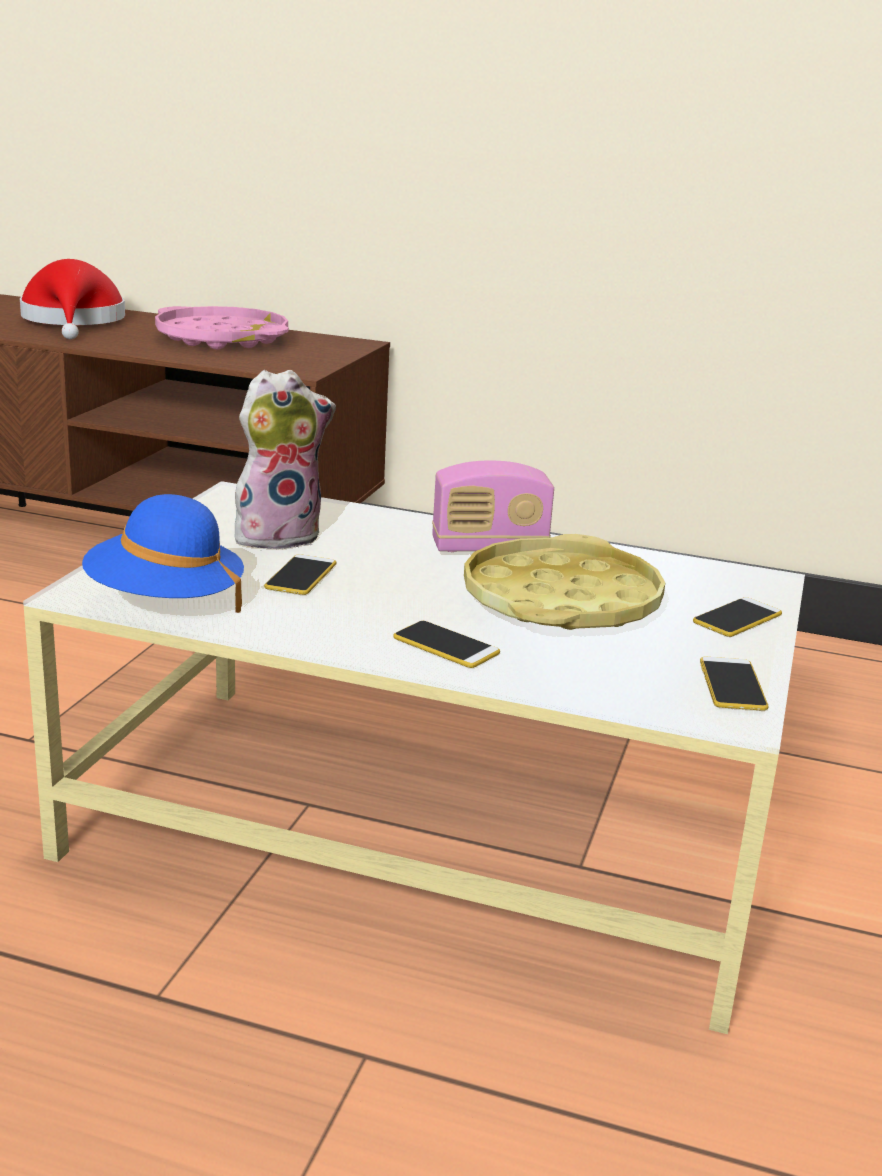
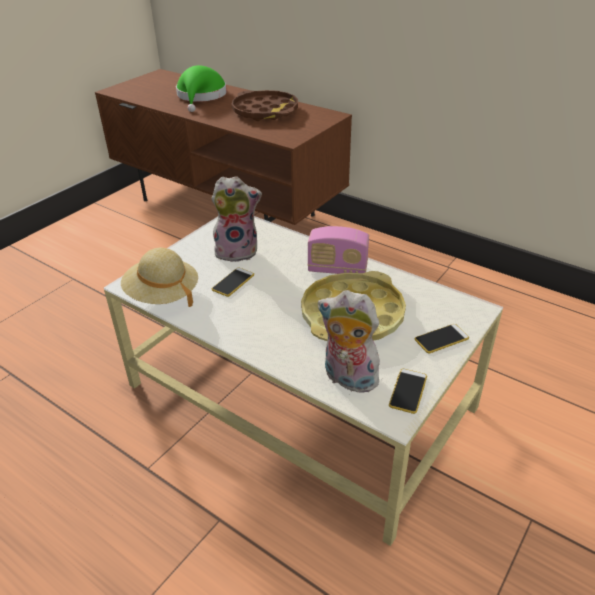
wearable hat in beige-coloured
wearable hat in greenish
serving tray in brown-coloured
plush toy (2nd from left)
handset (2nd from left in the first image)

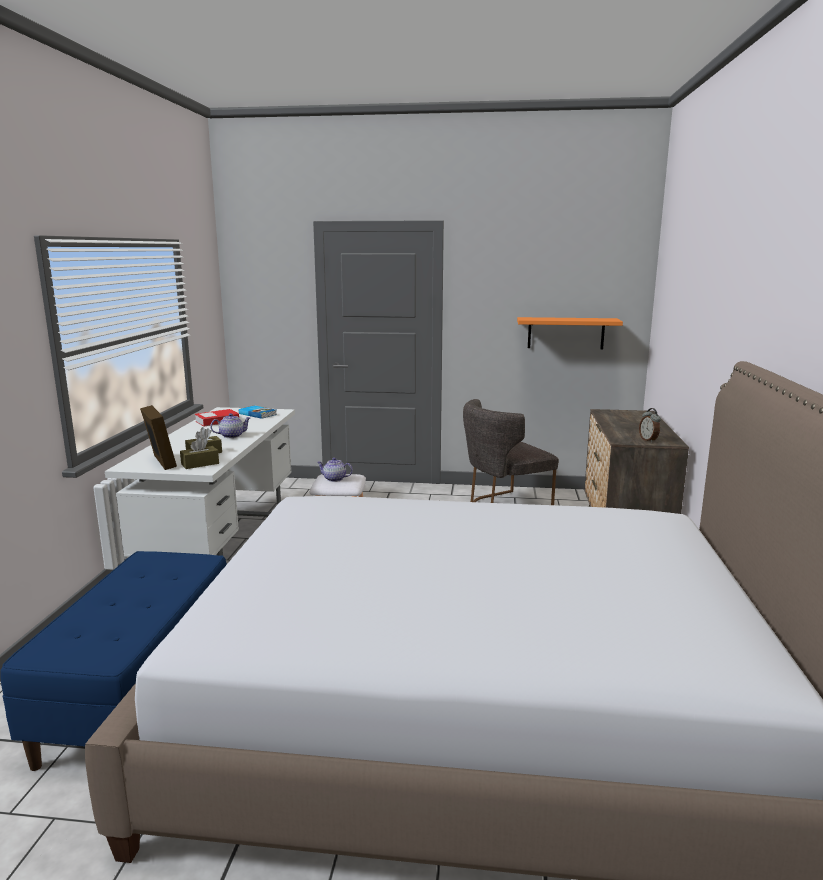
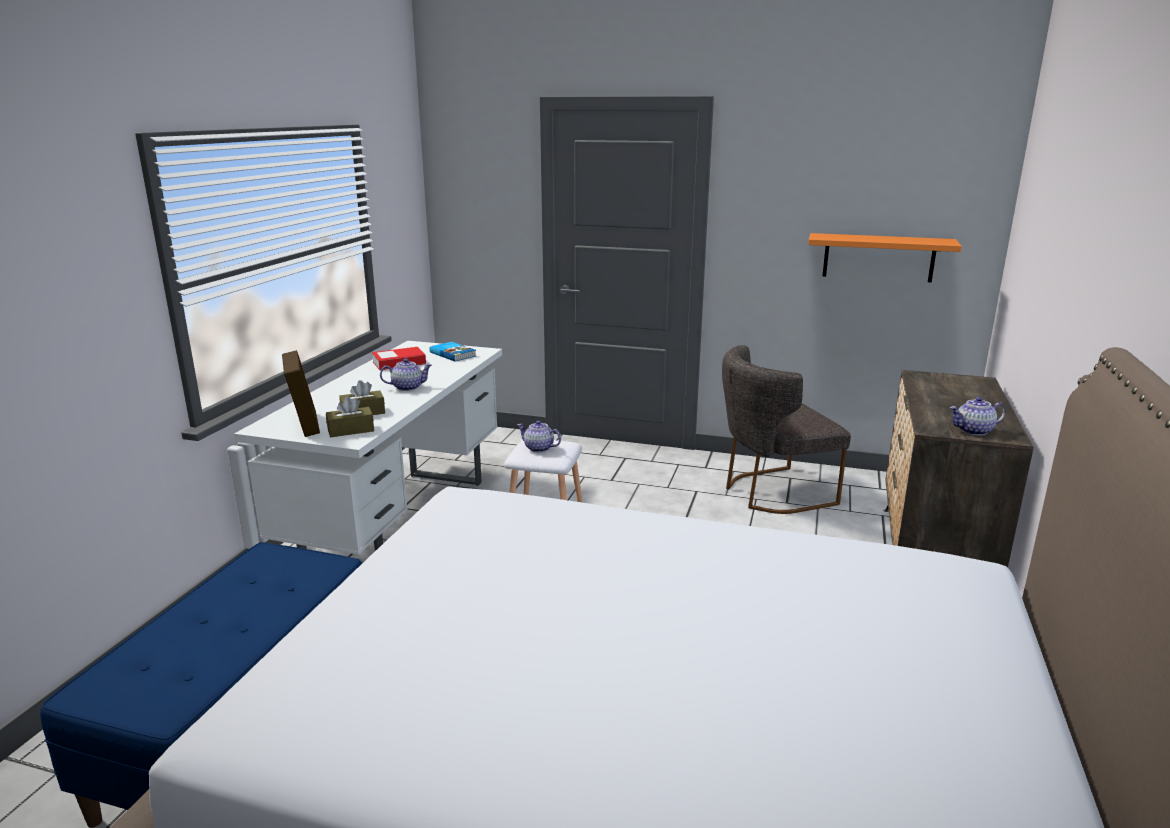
tea pot (3rd from left)

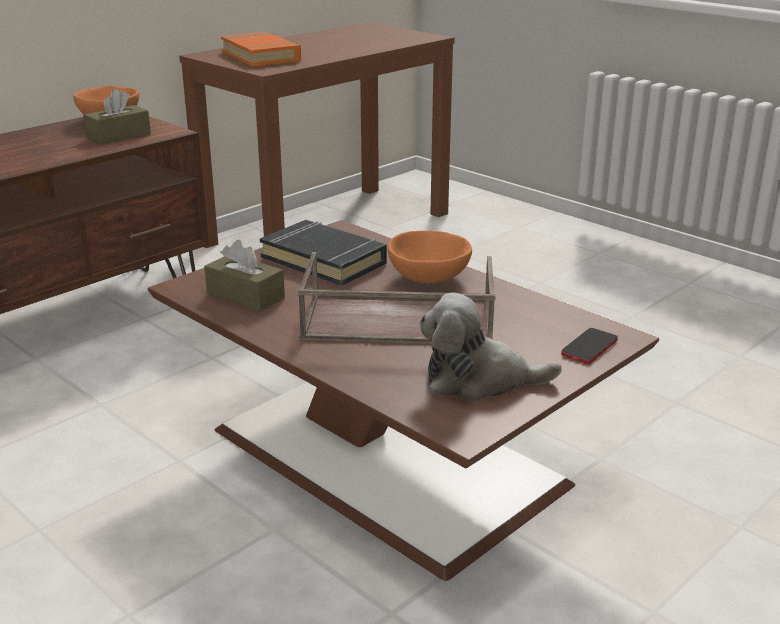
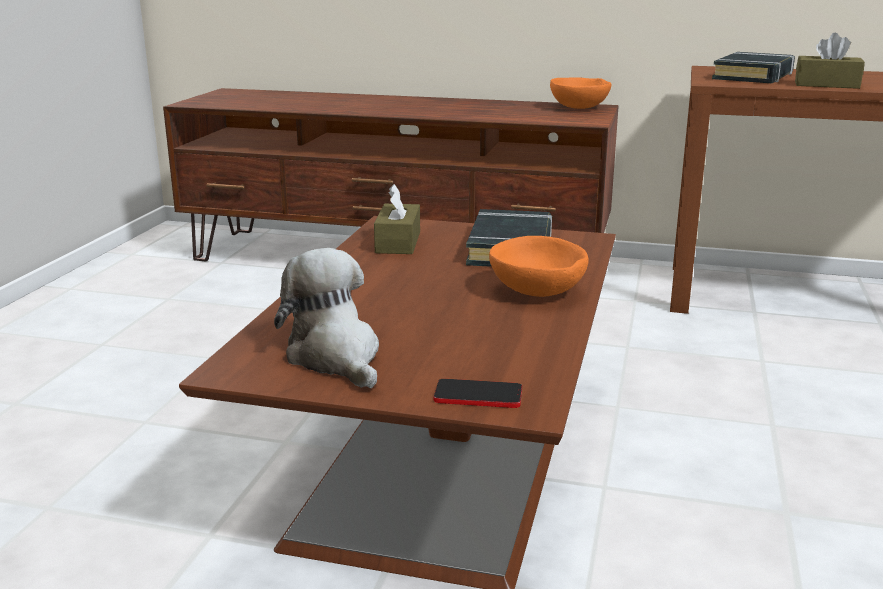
book in black (2nd from left)
tissue box in brown-coloured (2nd from left)
serving tray in brown-coloured

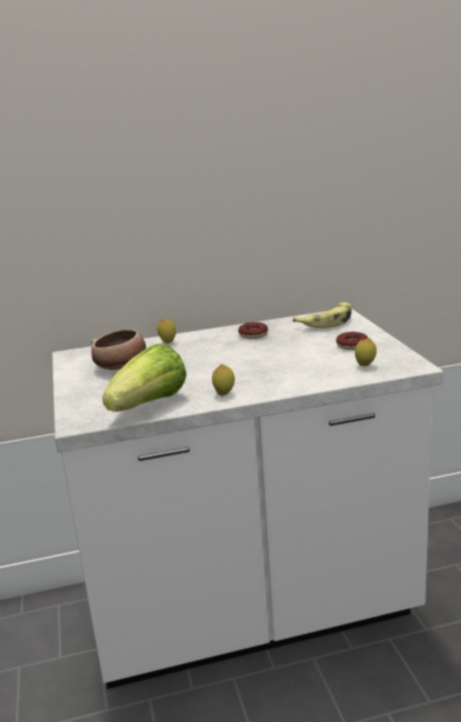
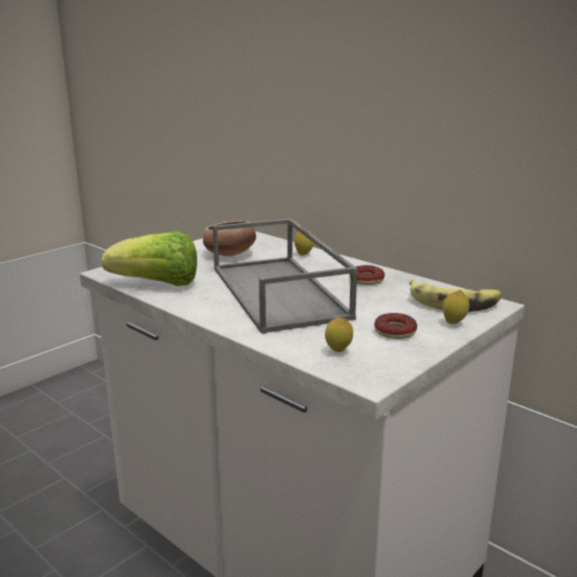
serving tray in gray
lemon (3rd from left)

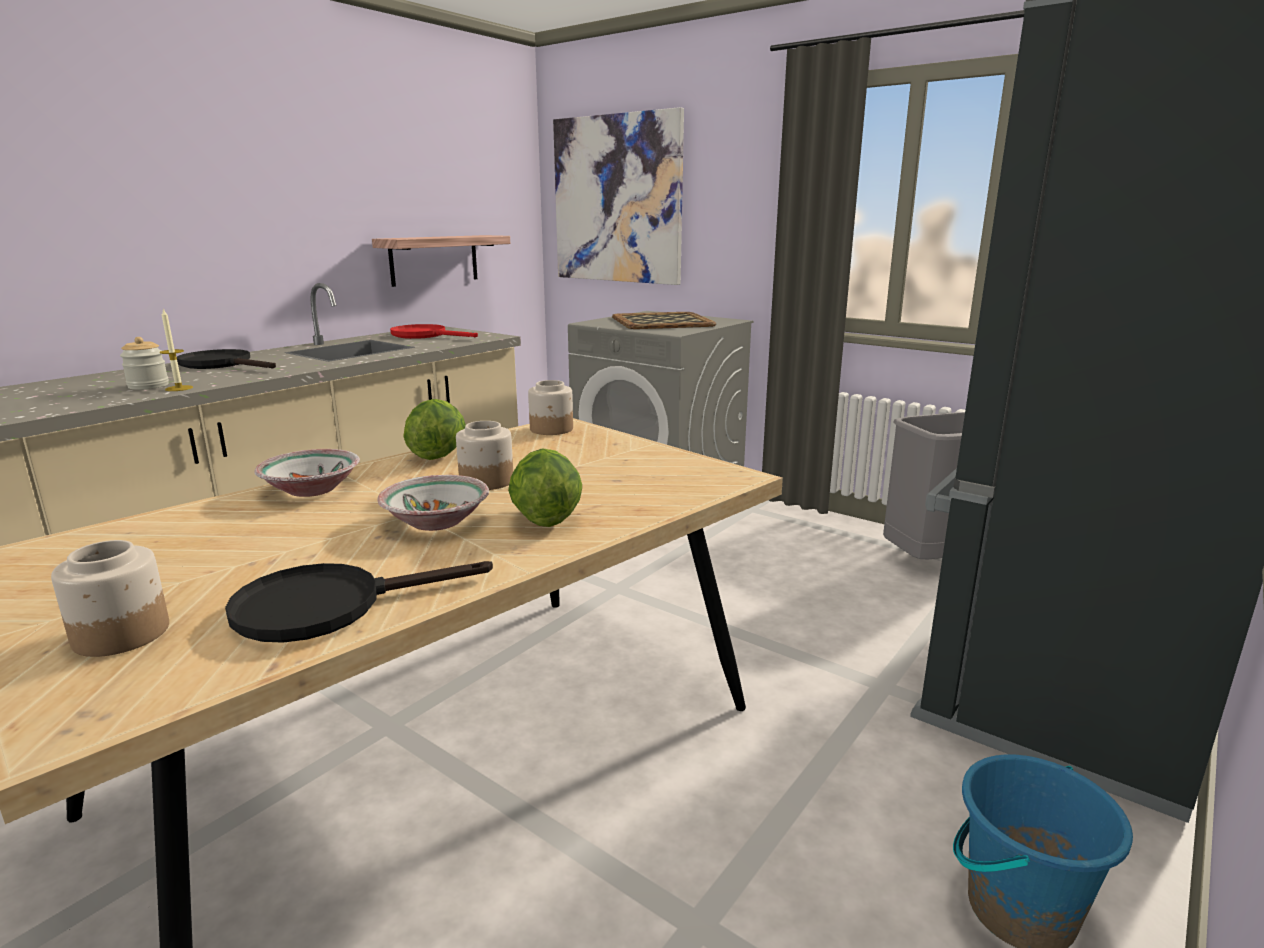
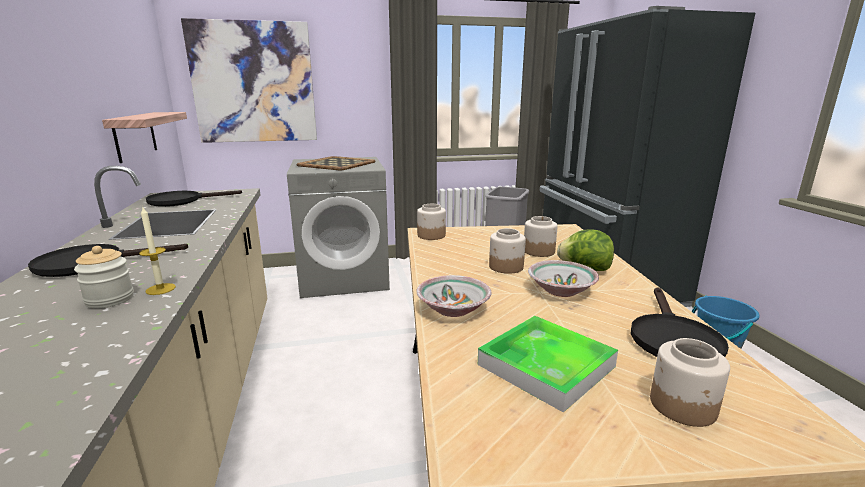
skillet in black (2nd from left)
serving tray (2nd from left)
storage jar (4th from left)
lettuce head (1st from left in the first image)

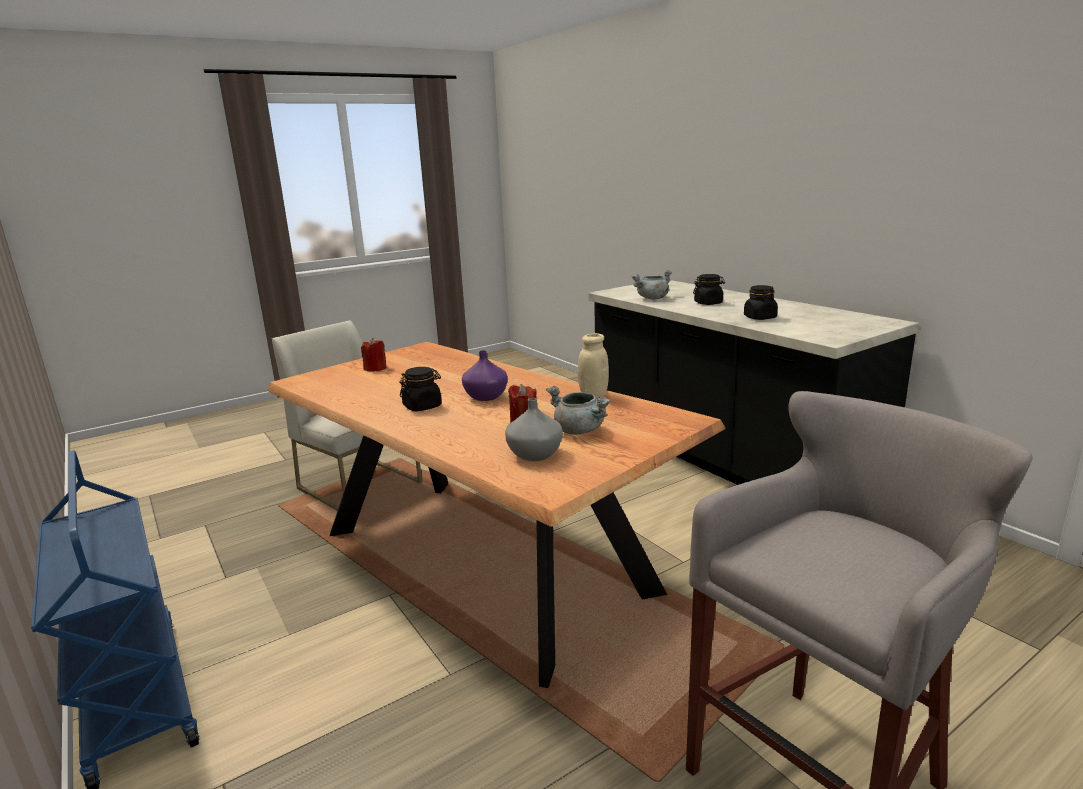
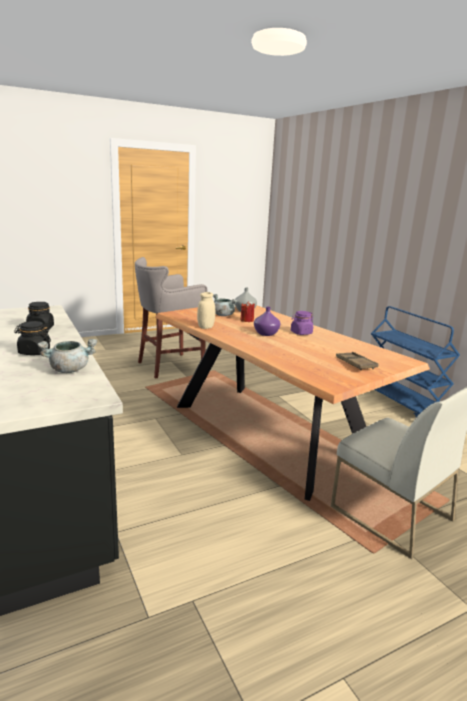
storage jar in purple
serving tray in brown-coloured

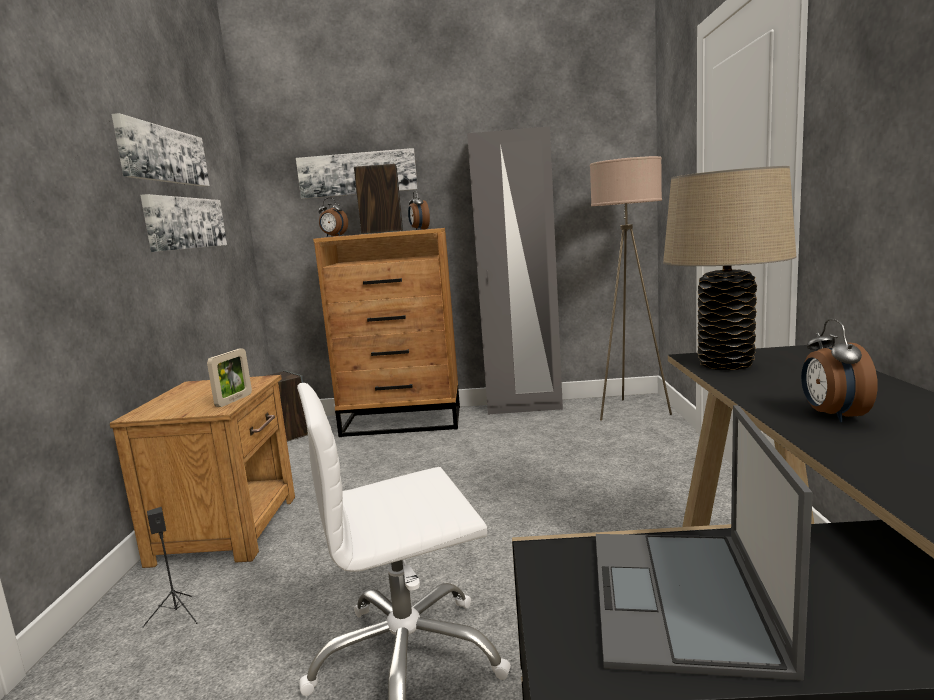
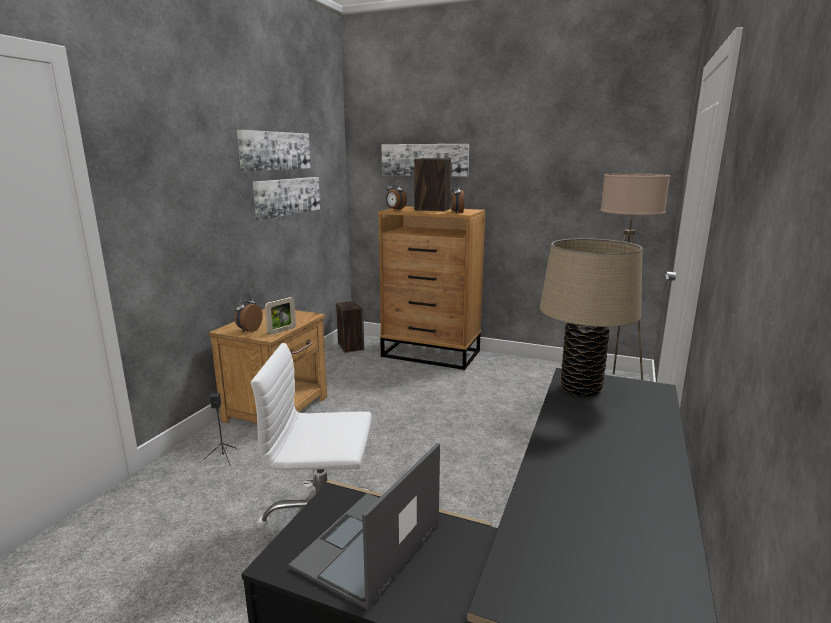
bedside clock (1st from left)
clothes cupboard in gray

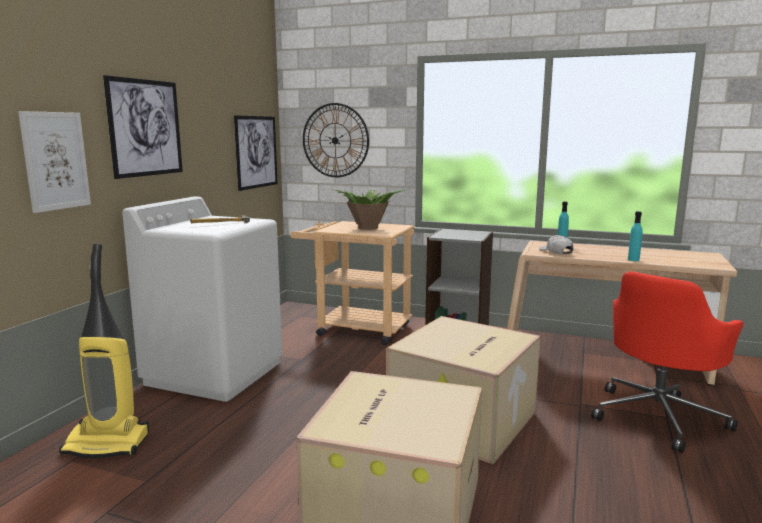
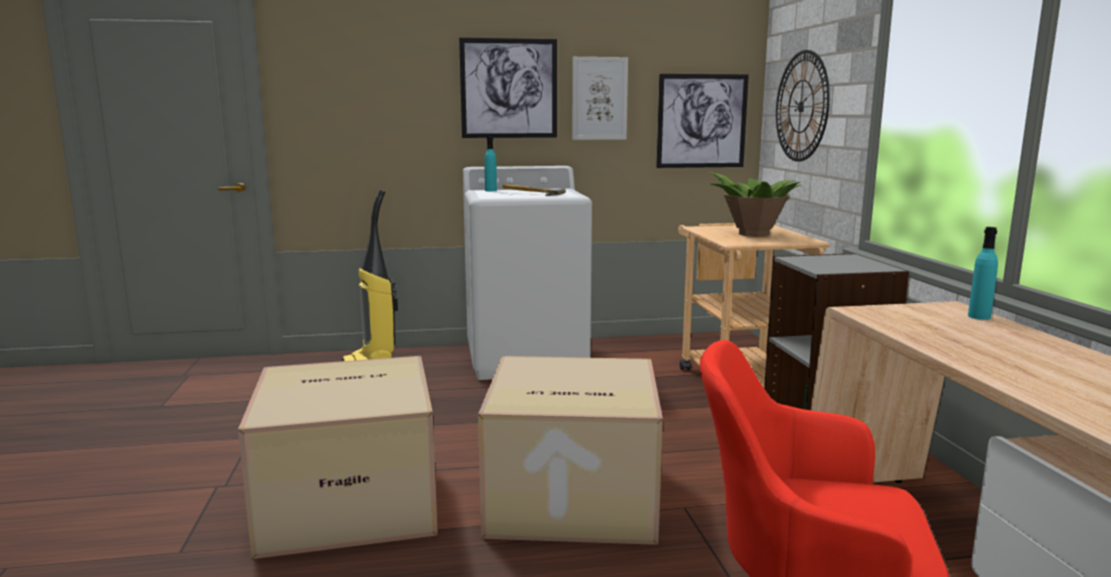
drink bottle in turquoise-coloured (1st from left)
wall art (2nd from left)
peaked cap in whitish

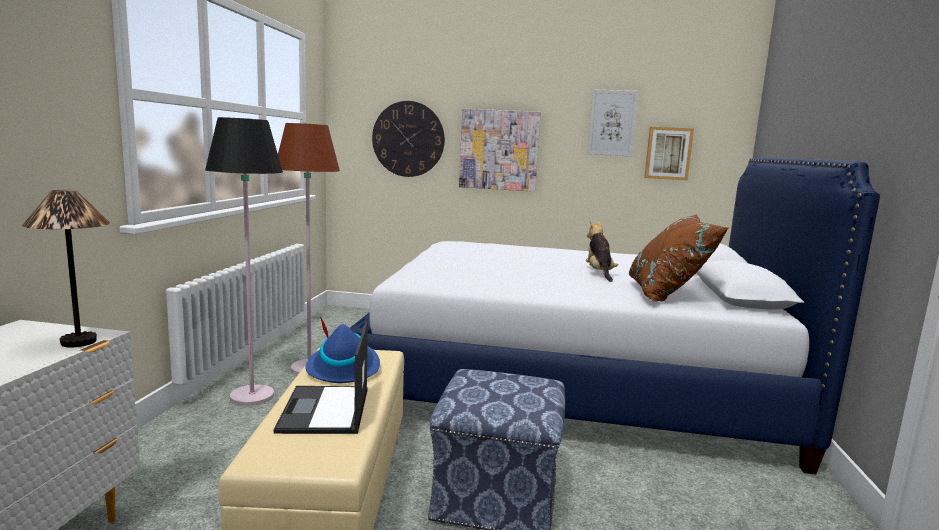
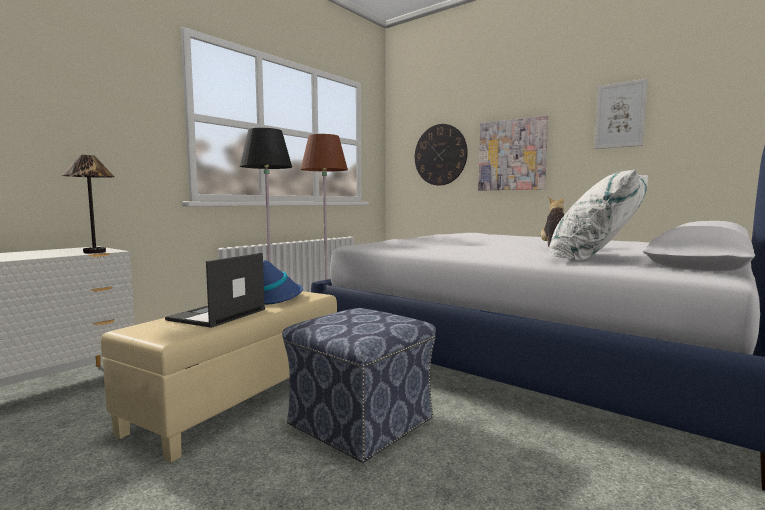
throw pillow in whitish
wall art (3rd from left in the first image)

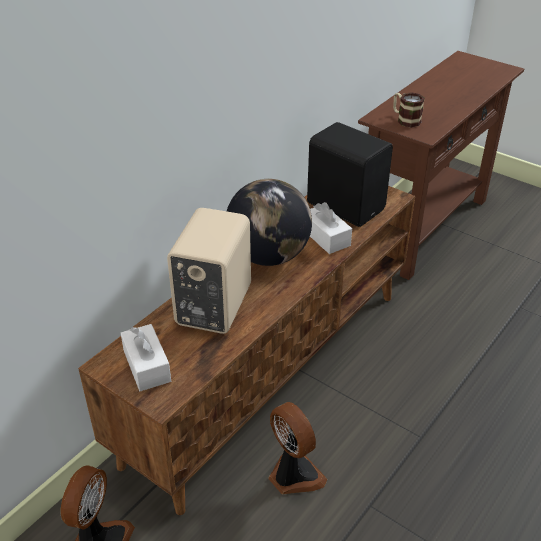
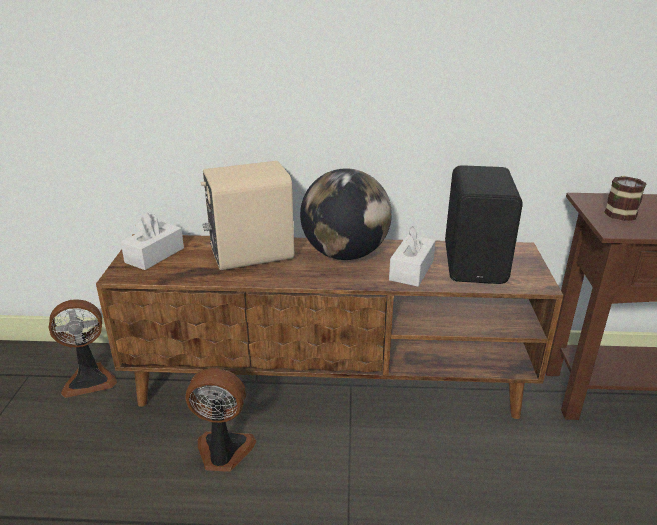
cooling fan (2nd from left)

